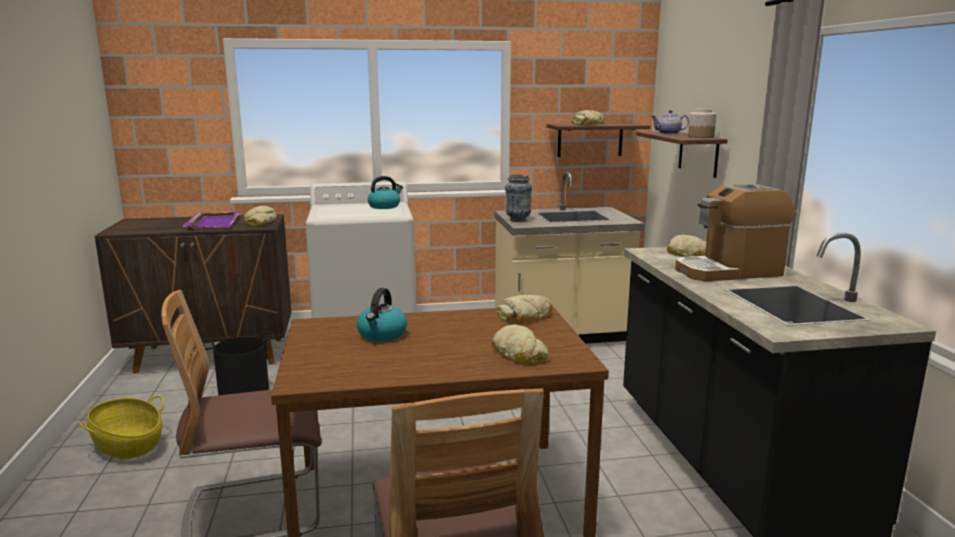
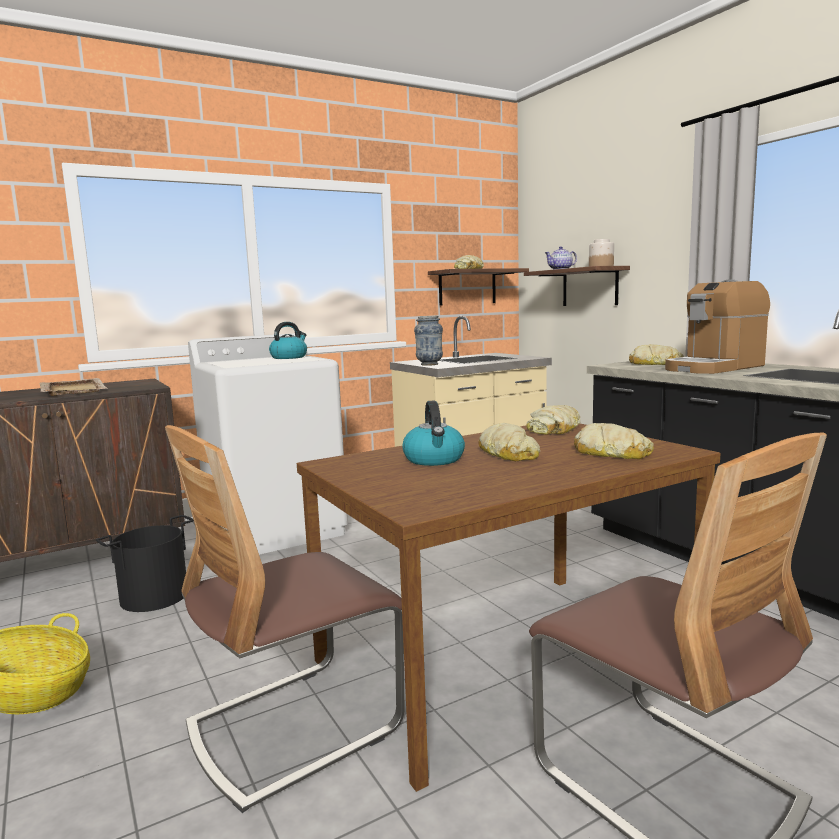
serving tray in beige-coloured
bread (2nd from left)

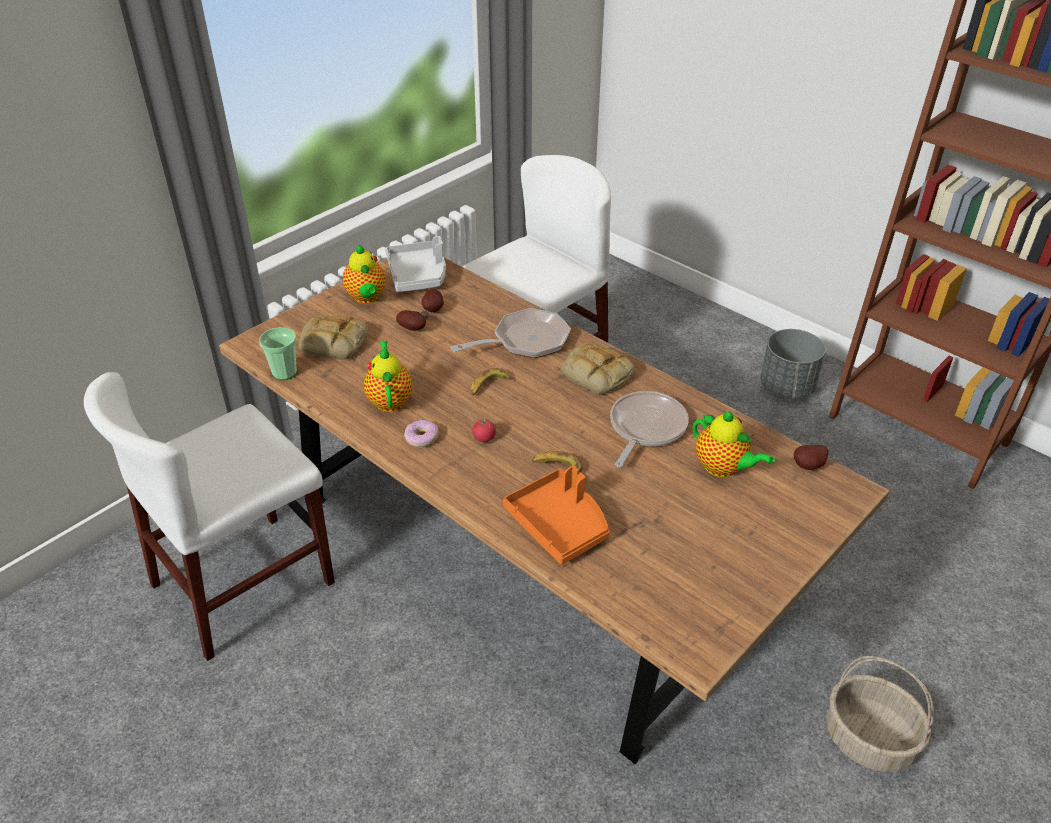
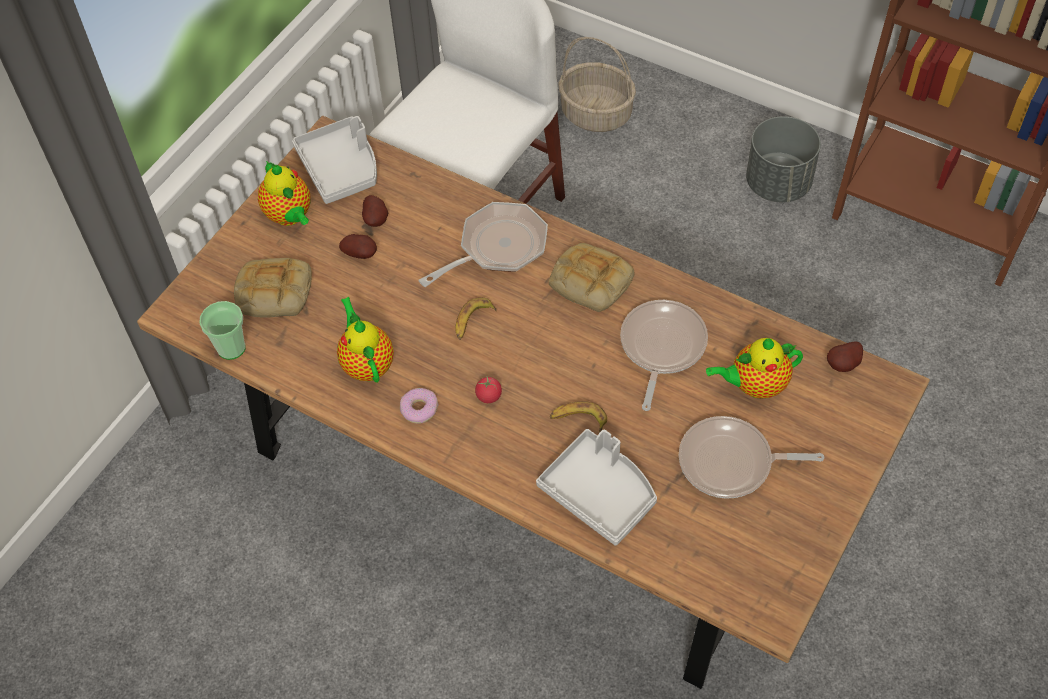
serving tray in gray (2nd from left)
storage basket
skillet (3rd from left)
tea pot (3rd from left)
upright chair in whitish (1st from left in the first image)

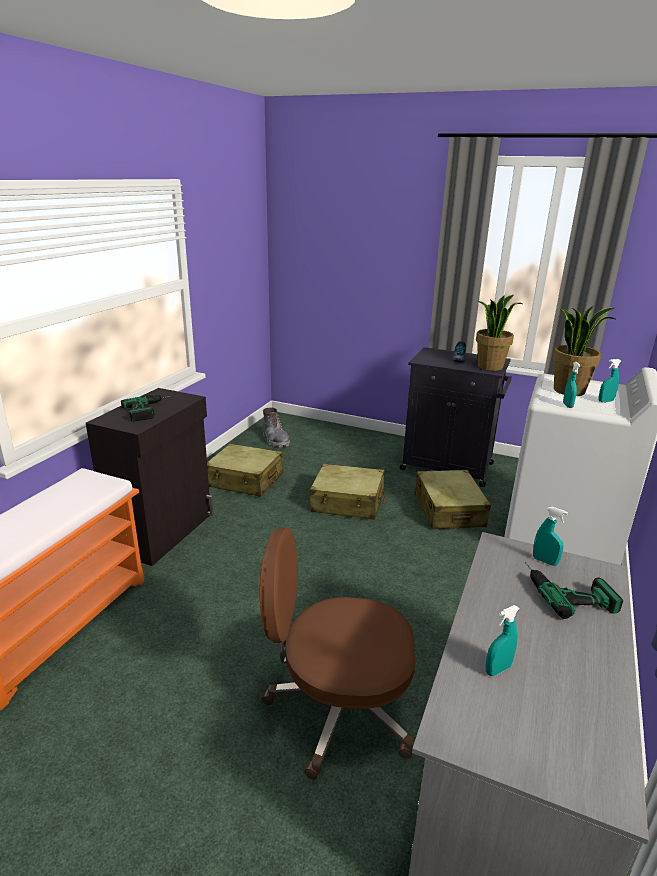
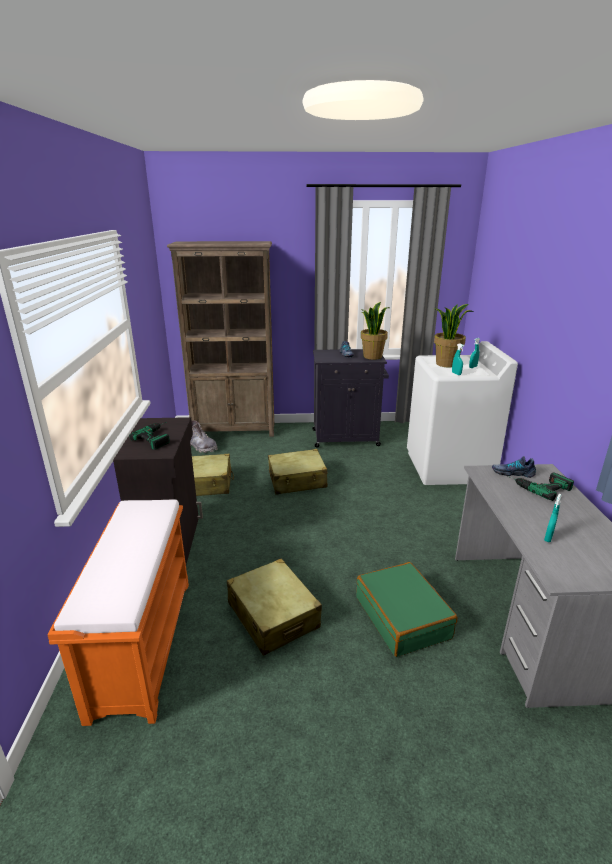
shelving unit in brown-coloured
piece of luggage in beige-coloured (2nd from left)
piece of luggage in greenish
item of footwear (2nd from left)

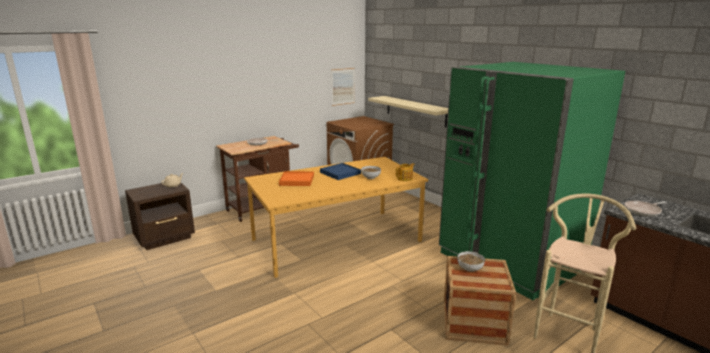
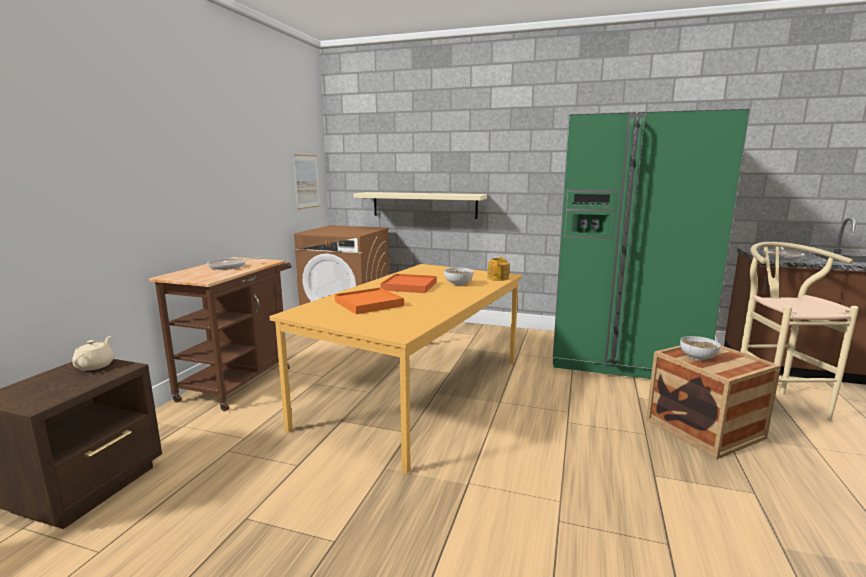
serving tray in orangey (2nd from left)

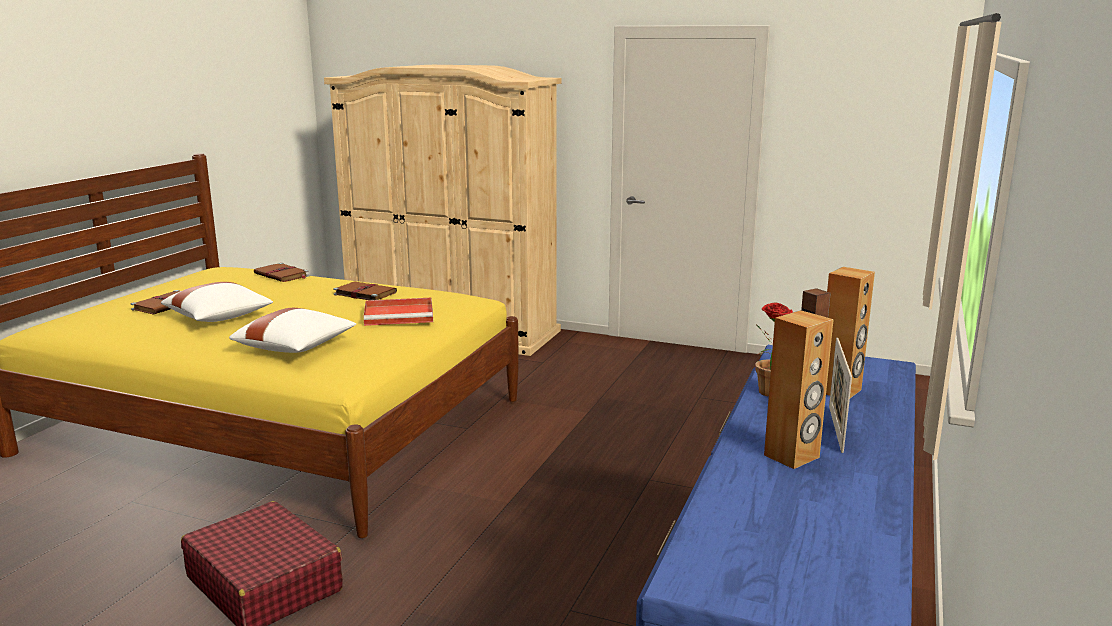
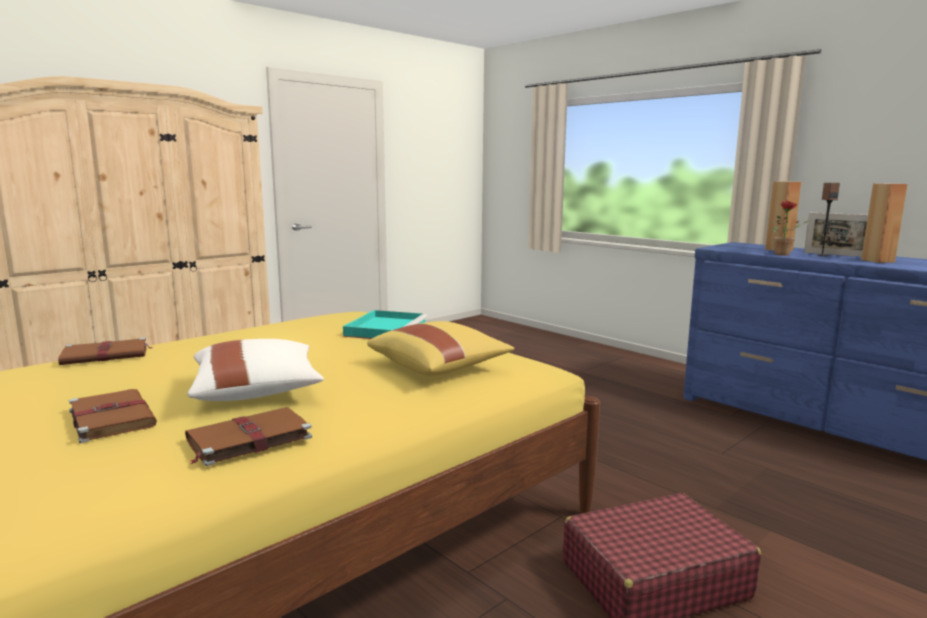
book in brown-coloured (3rd from left)
serving tray in turquoise-coloured
throw pillow in yellow-coloured

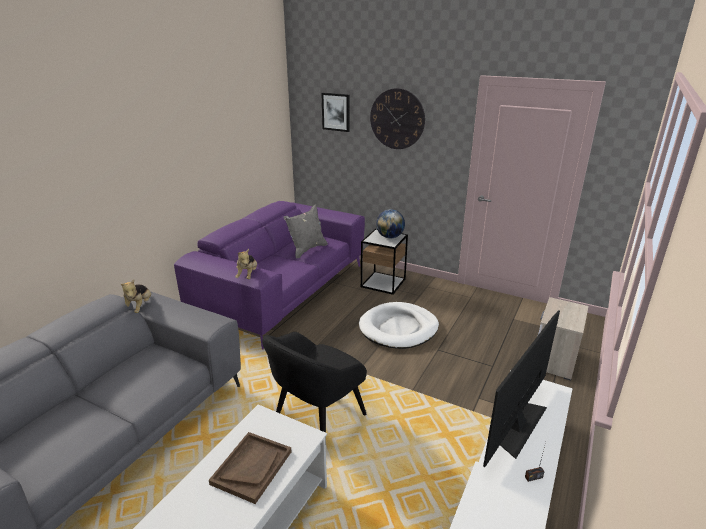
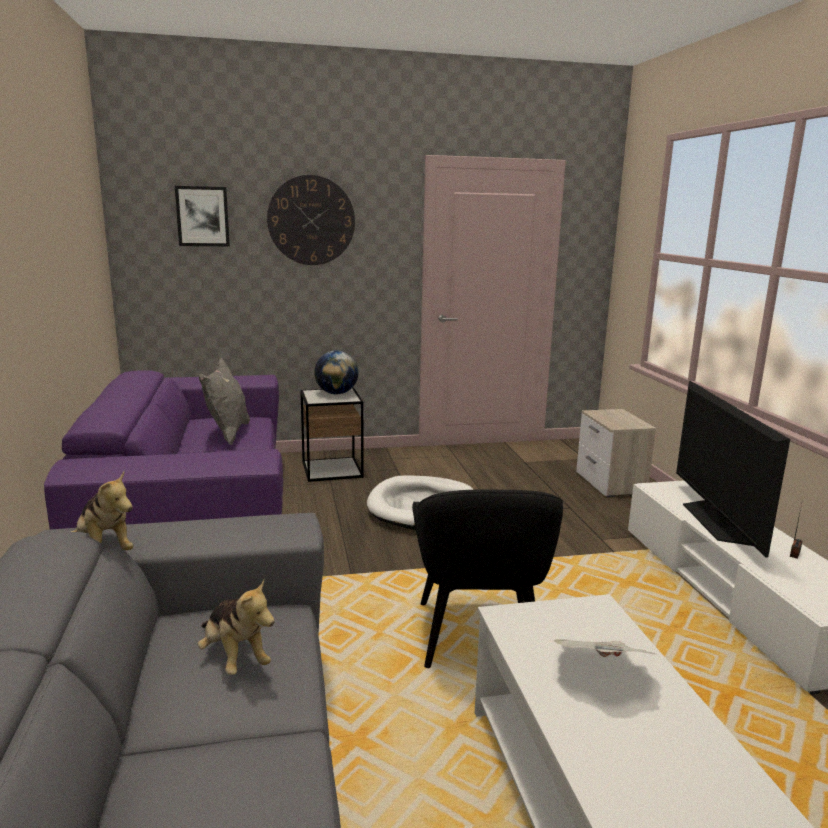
plush toy (2nd from left)
daily paper

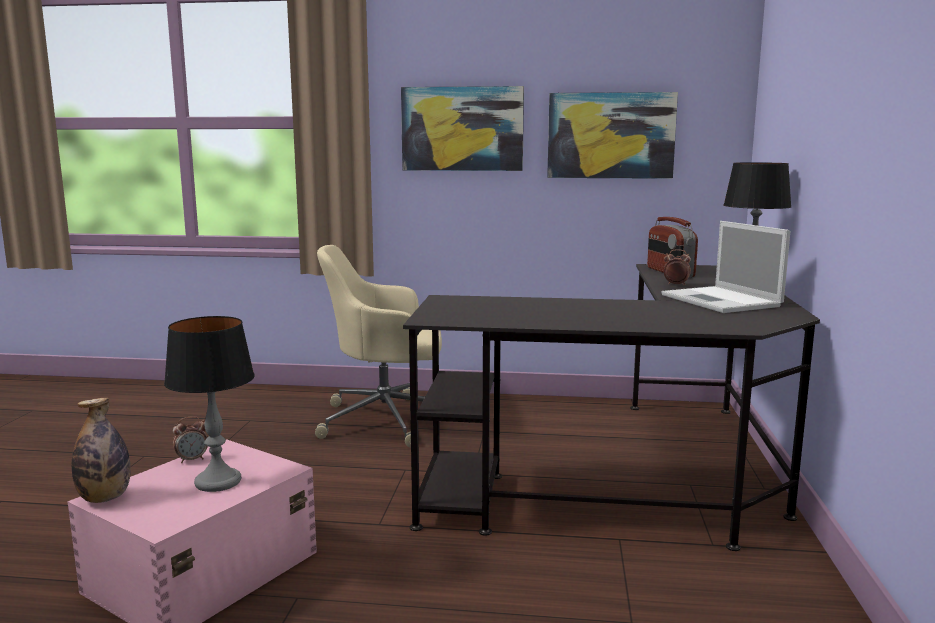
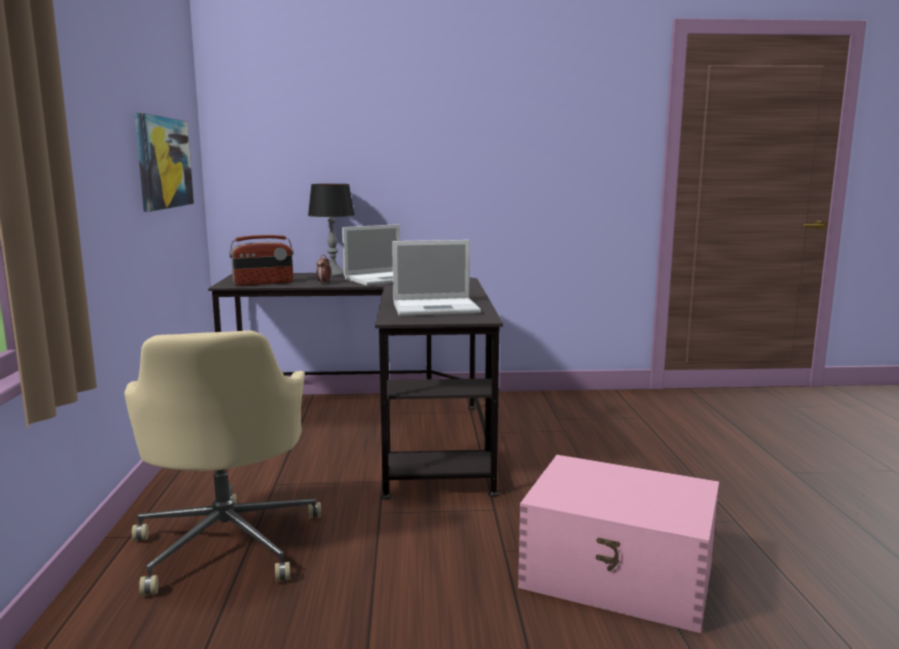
portable computer (2nd from left)
drink bottle
lamp for a table (1st from left in the first image)
bedside clock (1st from left in the first image)
wall art (1st from left in the first image)

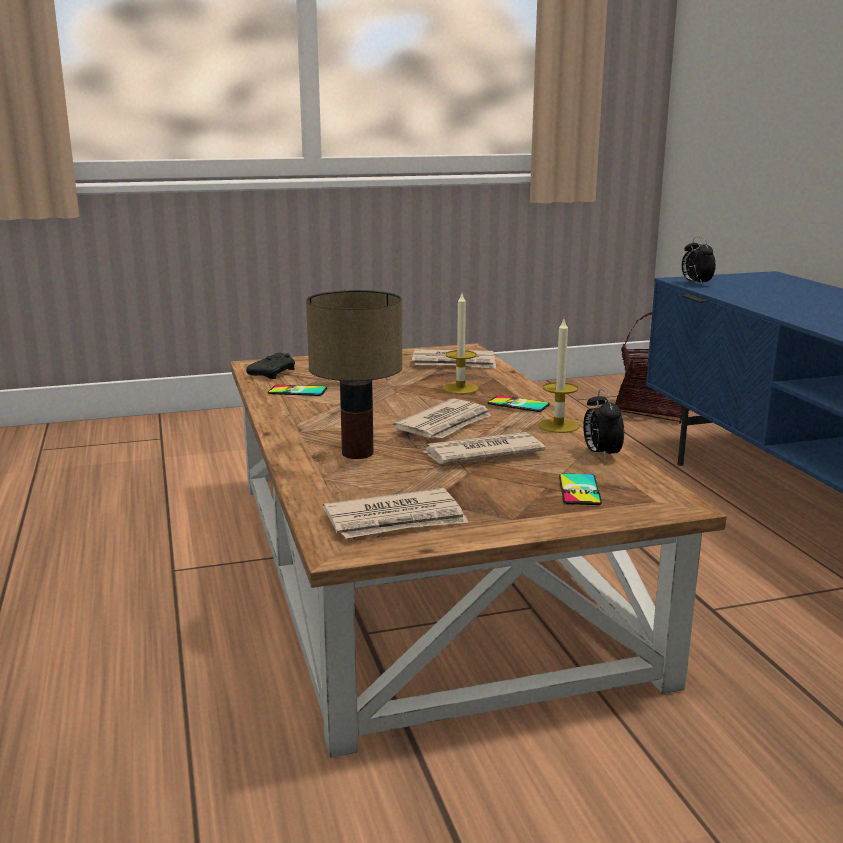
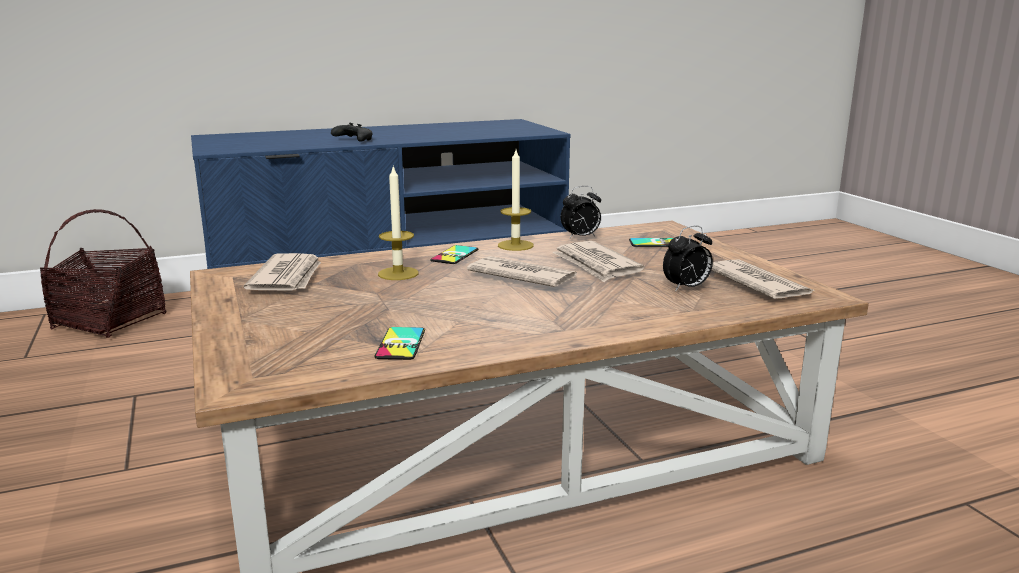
joypad in black
bedside clock (2nd from left)
lamp for a table

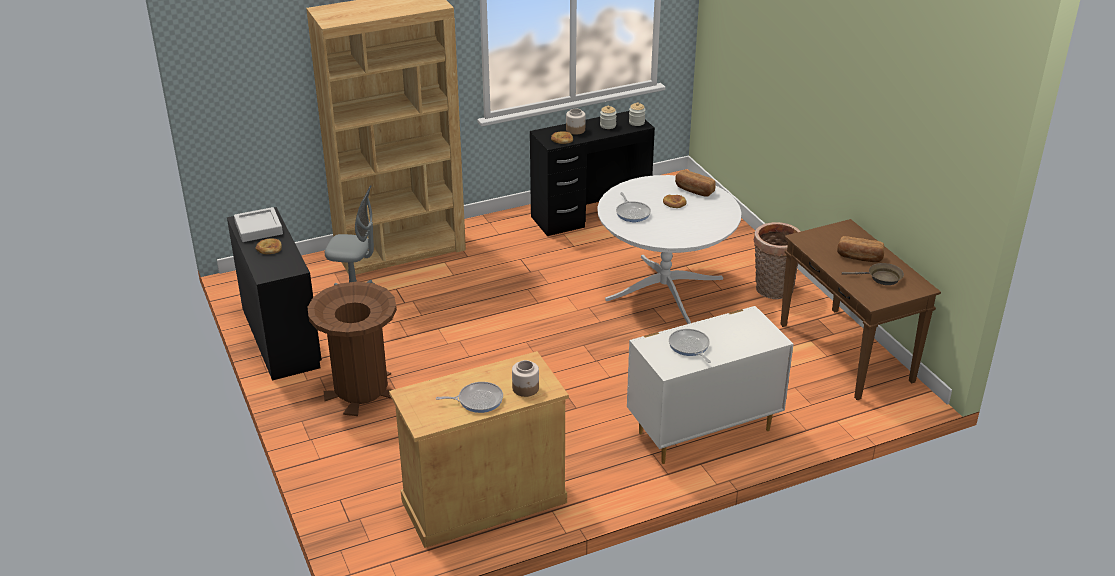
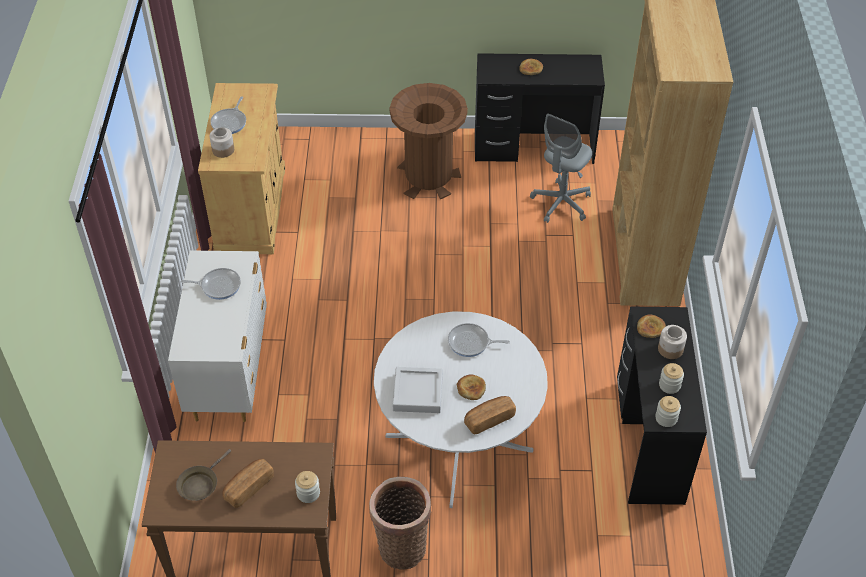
storage jar (2nd from left)
serving tray in gray

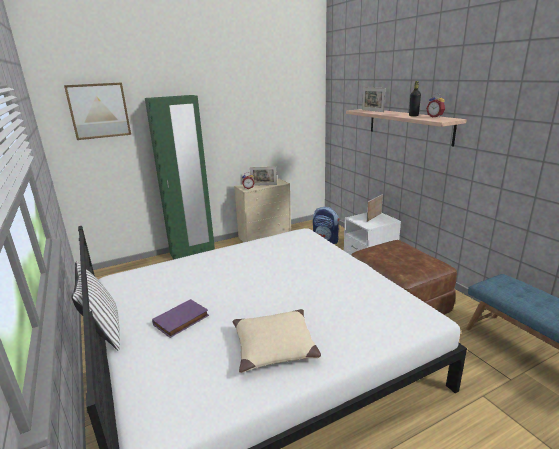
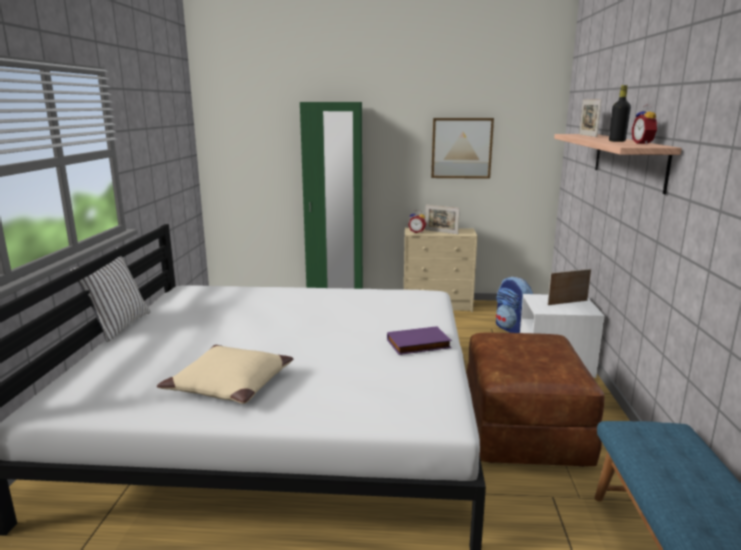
book in purple
wall art

